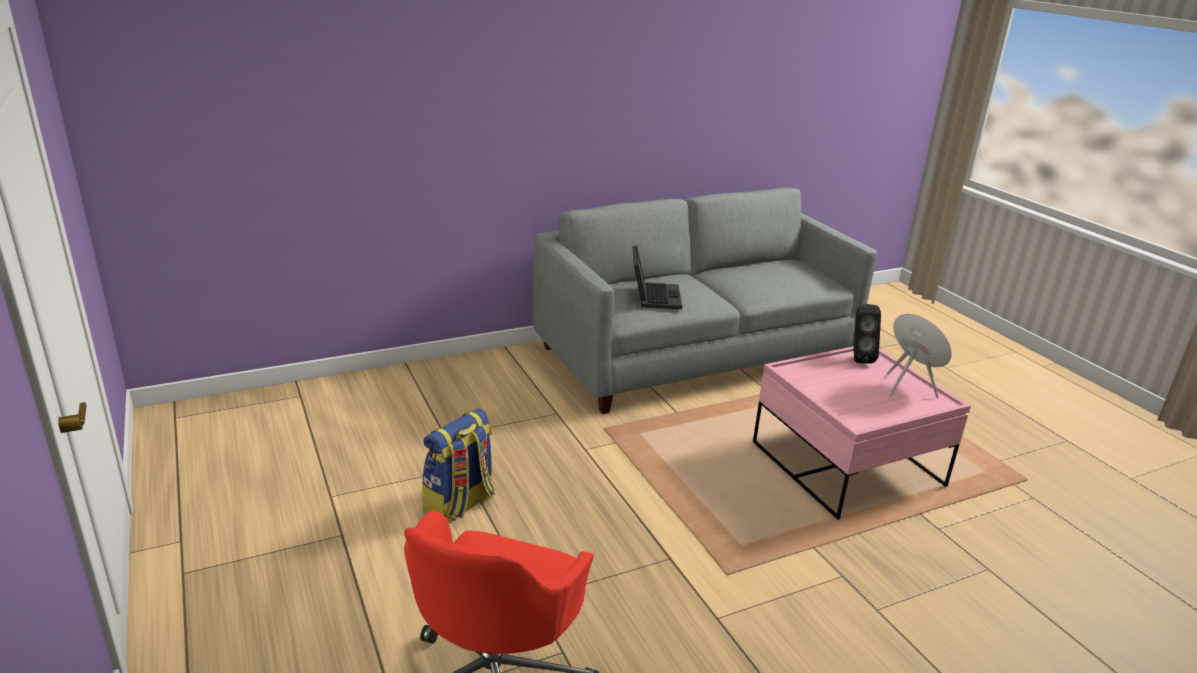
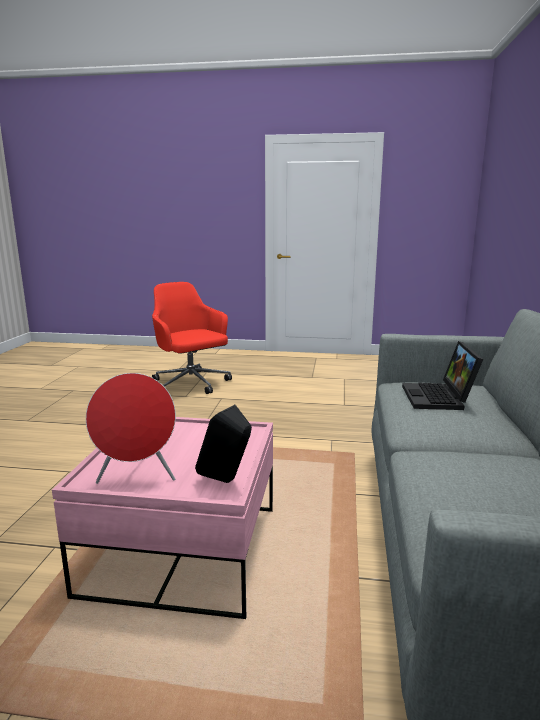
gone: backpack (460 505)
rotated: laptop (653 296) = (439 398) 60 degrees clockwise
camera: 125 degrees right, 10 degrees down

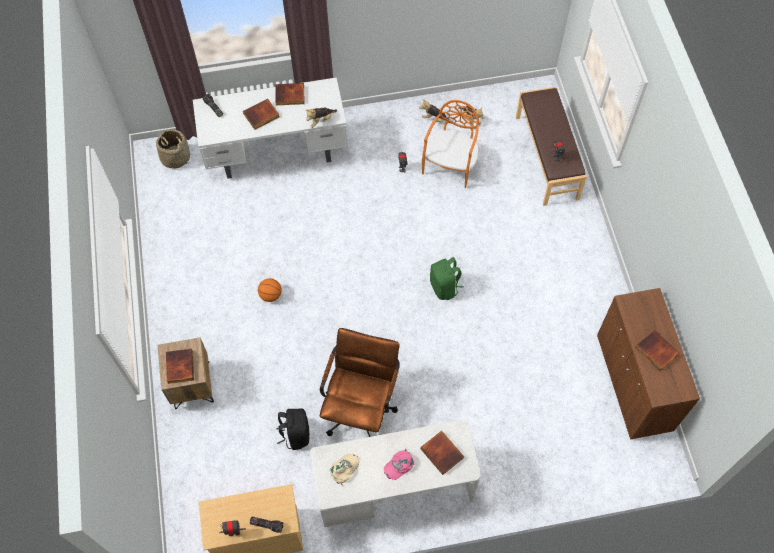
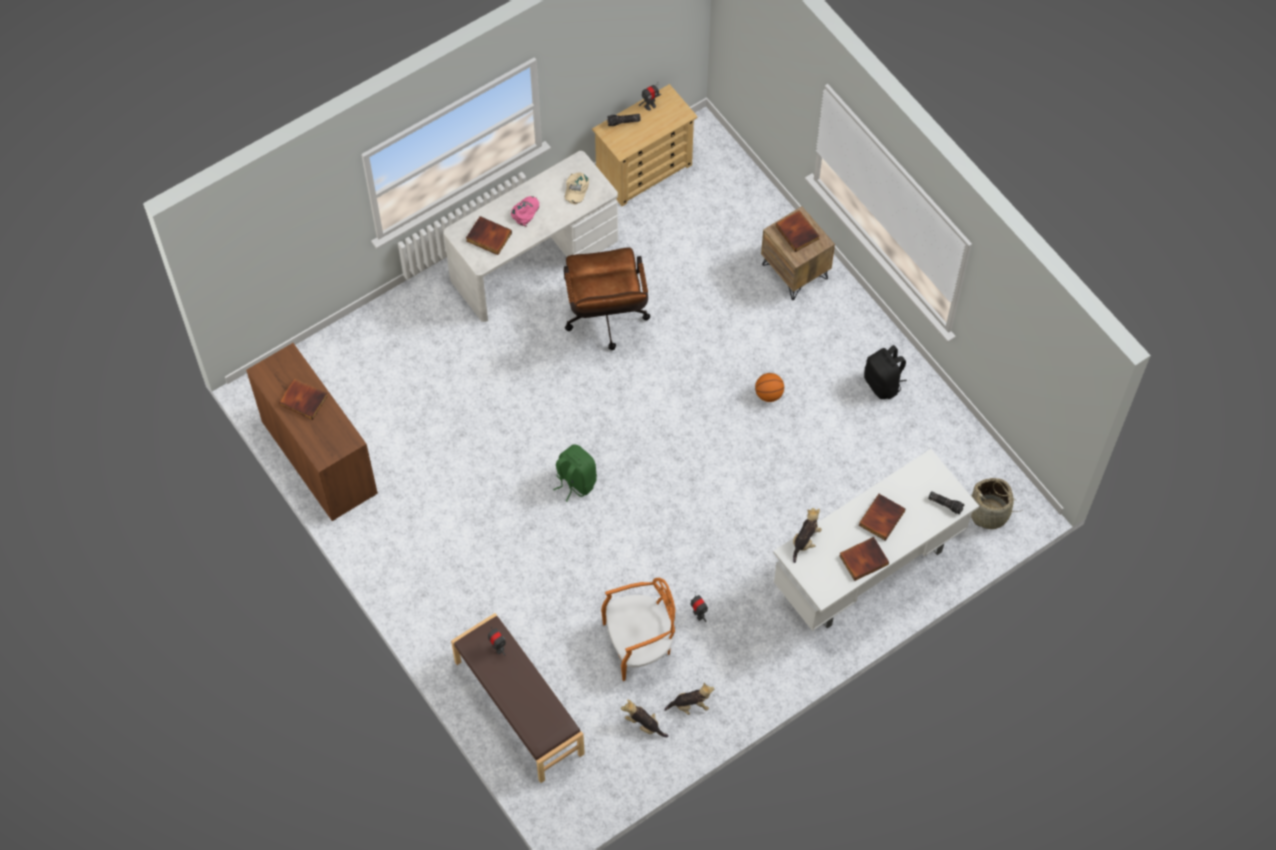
shifted: backpack (black) (295 434) to (883 384)
rotated: chair (orange) (450 165) = (639 644) 105 degrees counterclockwise
camera: 155 degrees right, 0 degrees up

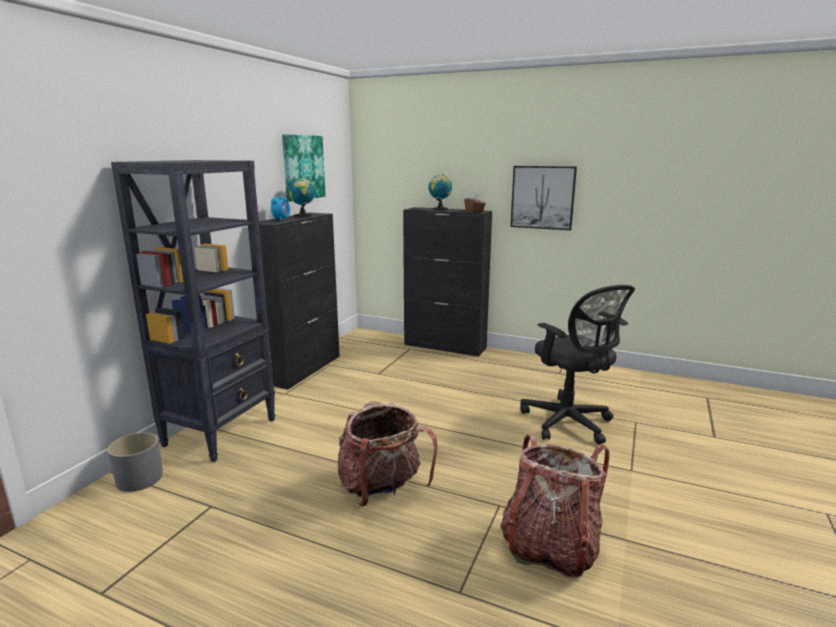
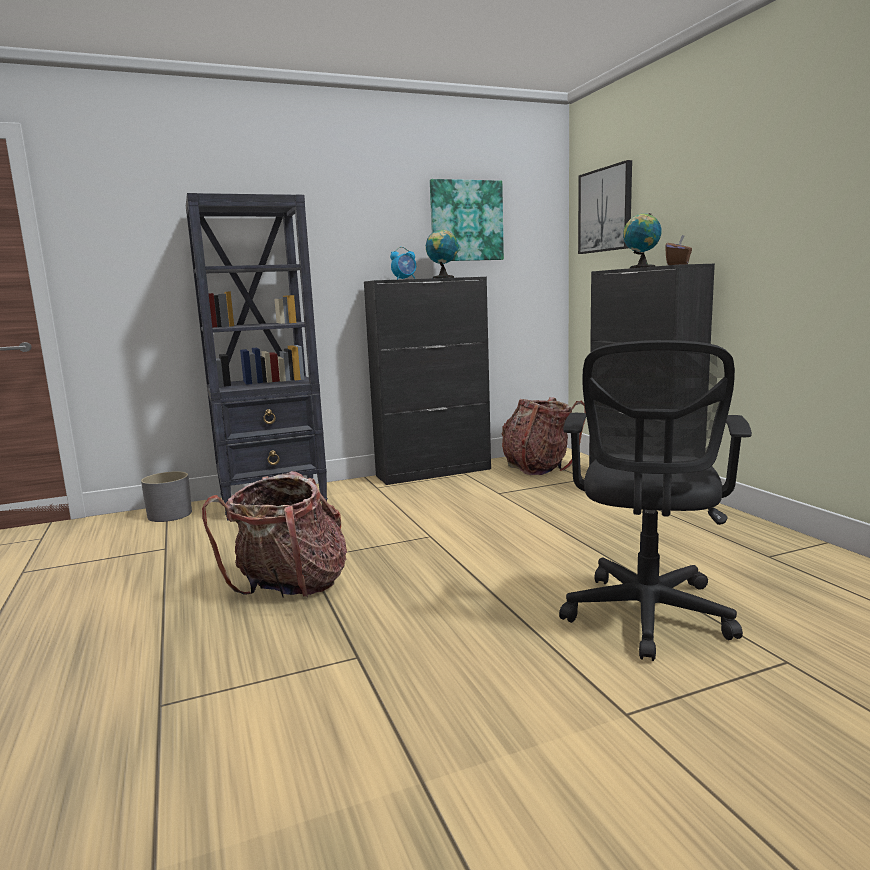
shifted: backpack (550 546) to (538 467); picture (542 197) to (605 210)
camera: 45 degrees right, 5 degrees down

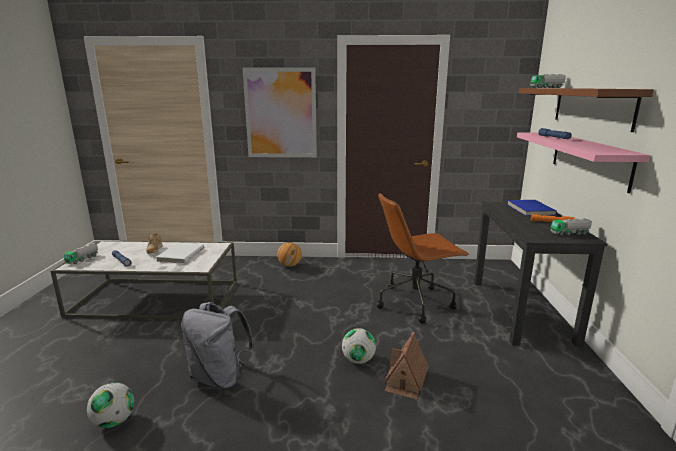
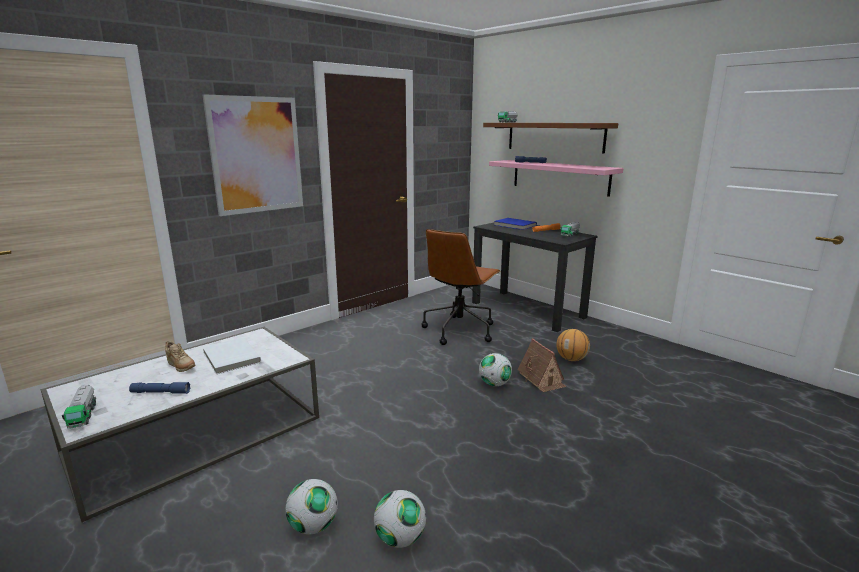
gone: backpack (grey) (219 377)
new: football (313 526)
shifted: basketball (290 265) to (571 359)
camera: 45 degrees left, 0 degrees up

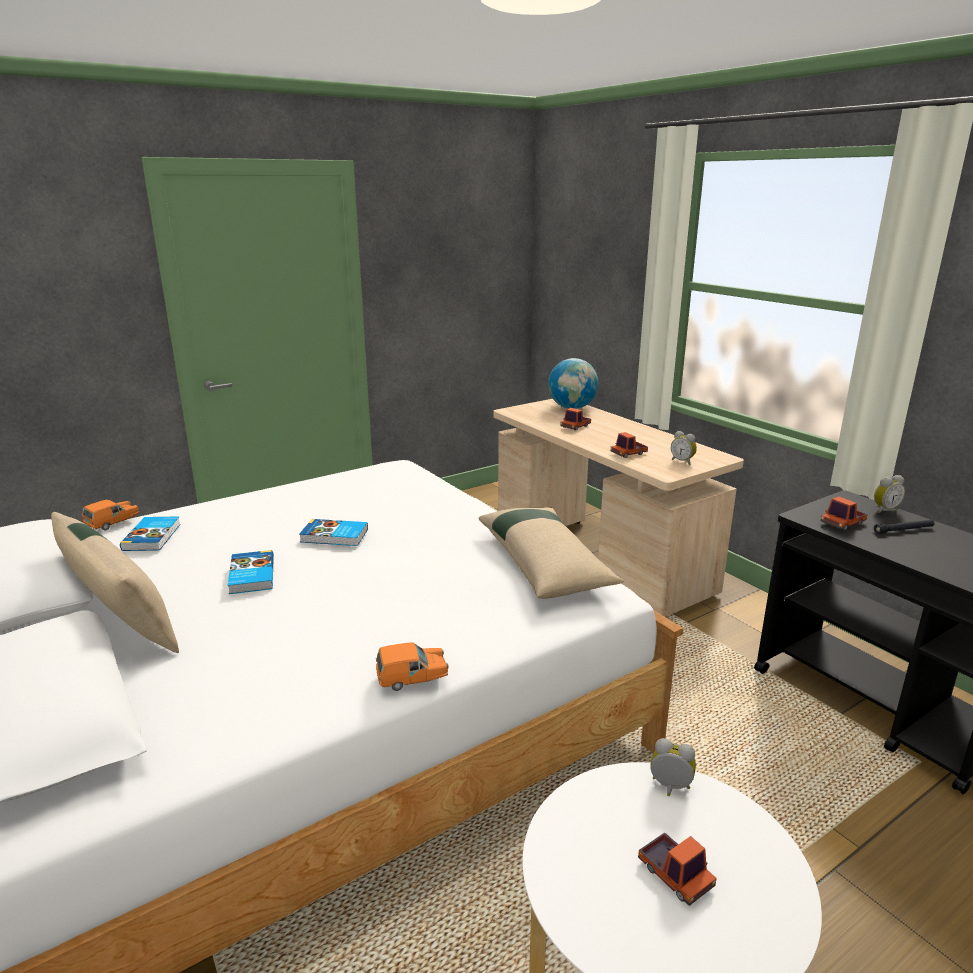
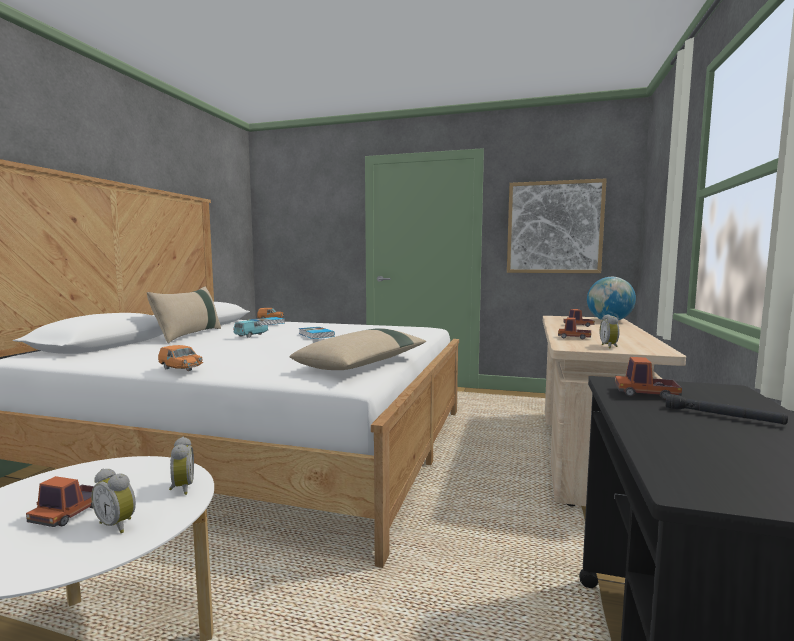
new: picture (554 227)
shifted: alarm clock (884 509) to (118 524)
swapped: book (250 576) to toy car (turquoise) (251 336)
camera: 50 degrees right, 15 degrees down

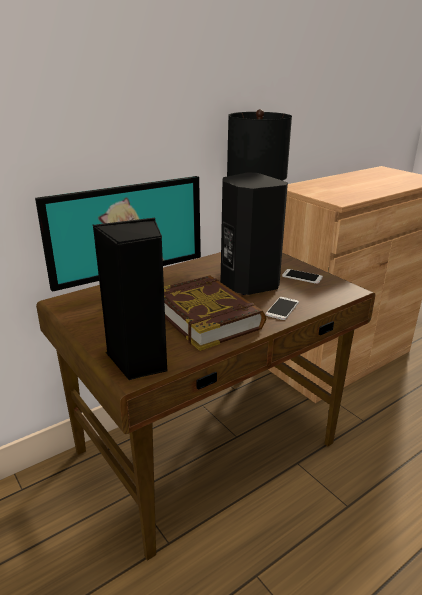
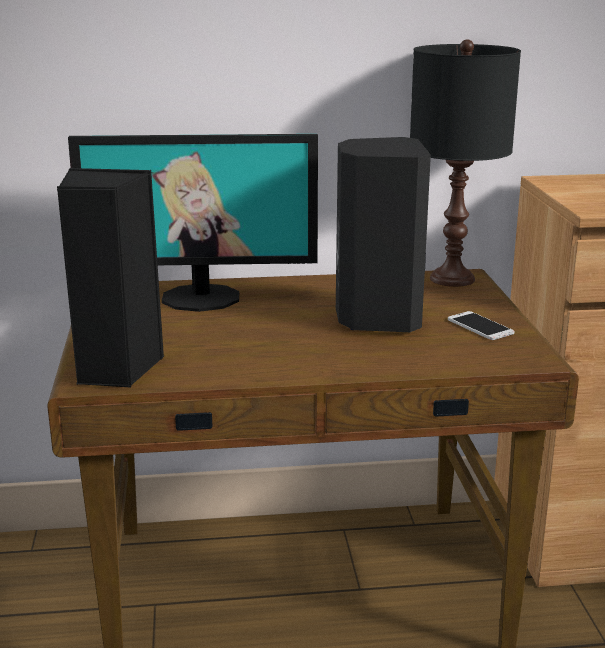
gone: book (207 317); phone (282 308)
camera: 30 degrees right, 5 degrees down

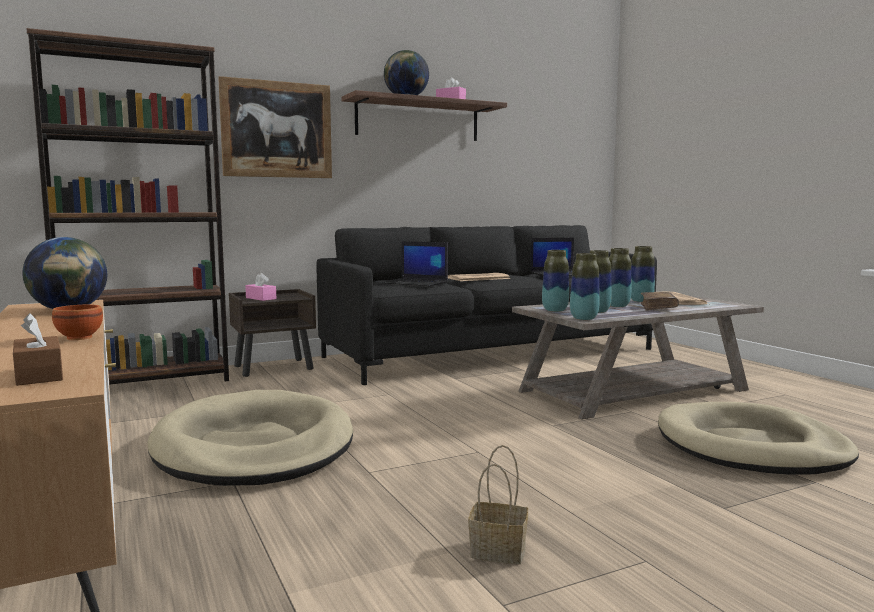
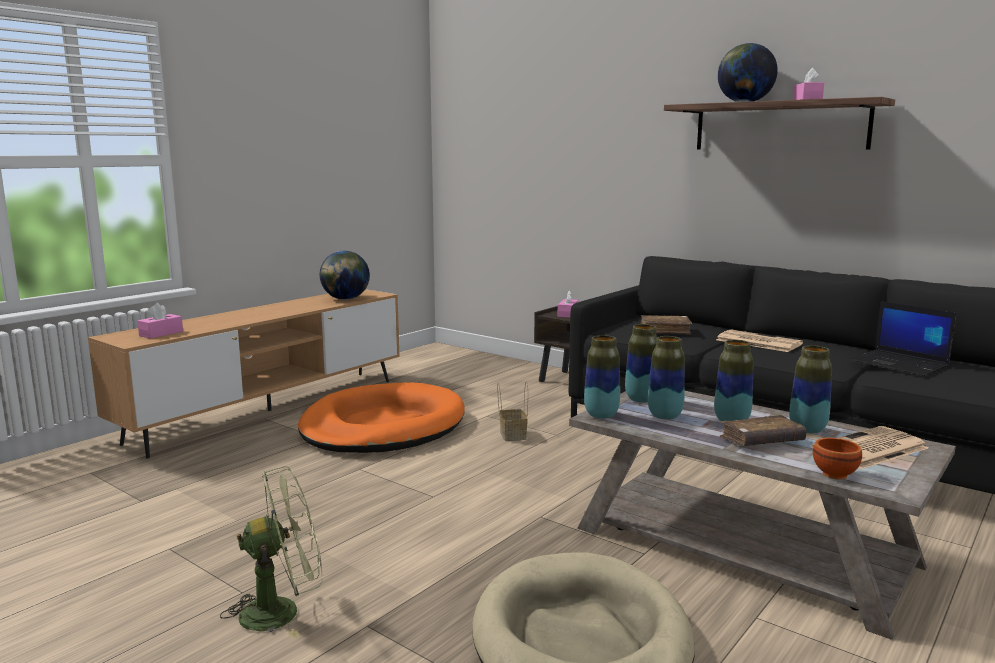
gone: bookcase (brown) (147 382); picture (277 129)
new: fan (green) (282 611)
shifted: bowl (brown) (80 338) to (835 475); basket (496 551) to (512 435)
swapped: laptop (416 283) to book (brown) (665 331)
repainted: tissue box (brown) (39 375) to tissue box (pink) (161 333); dog bed (beige) (254 447) to dog bed (orange) (383 426)
camera: 65 degrees right, 5 degrees up

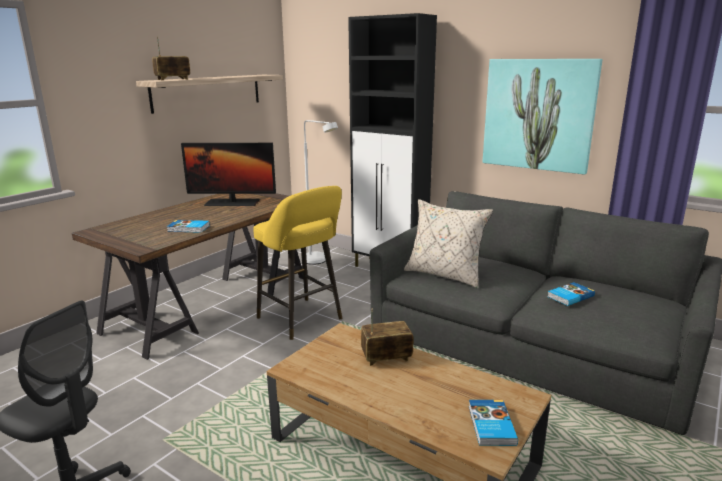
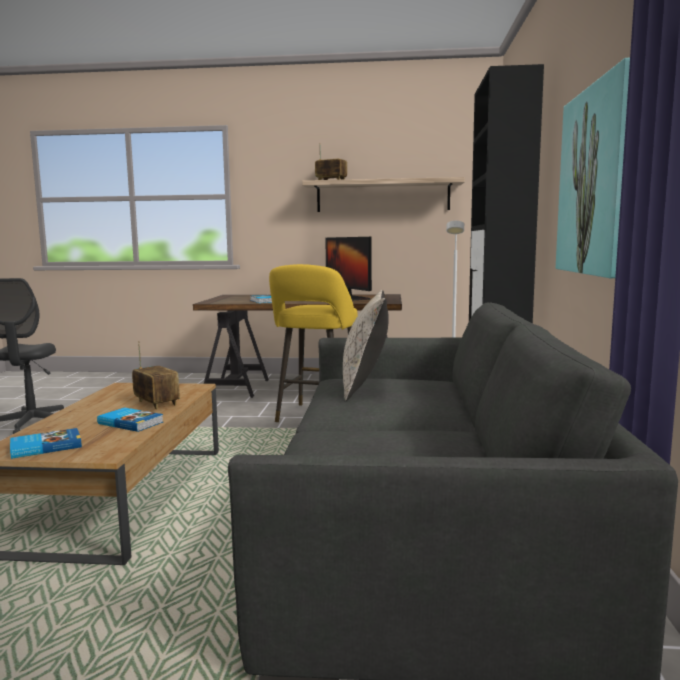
shifted: book (569 296) to (131 422)
camera: 60 degrees right, 10 degrees down

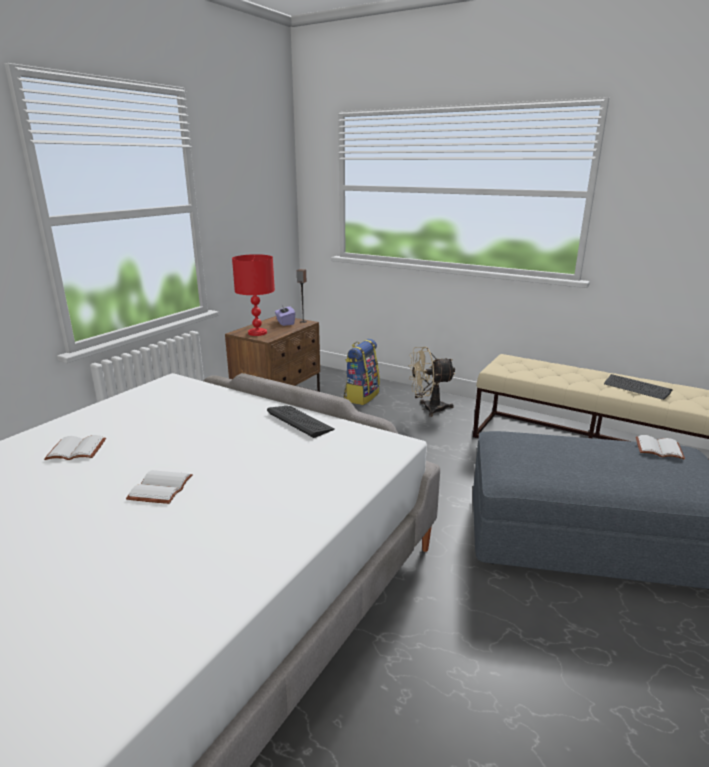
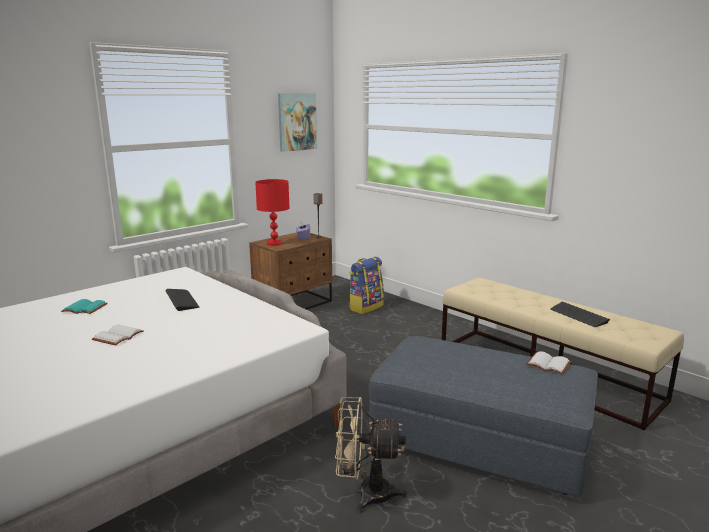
new: picture (297 122)
shifted: keyboard (300 421) to (182 300); fan (beige) (428 409) to (366 493)
repainted: book (white) (75 451) to book (turquoise) (83 309)
camera: 15 degrees right, 5 degrees down

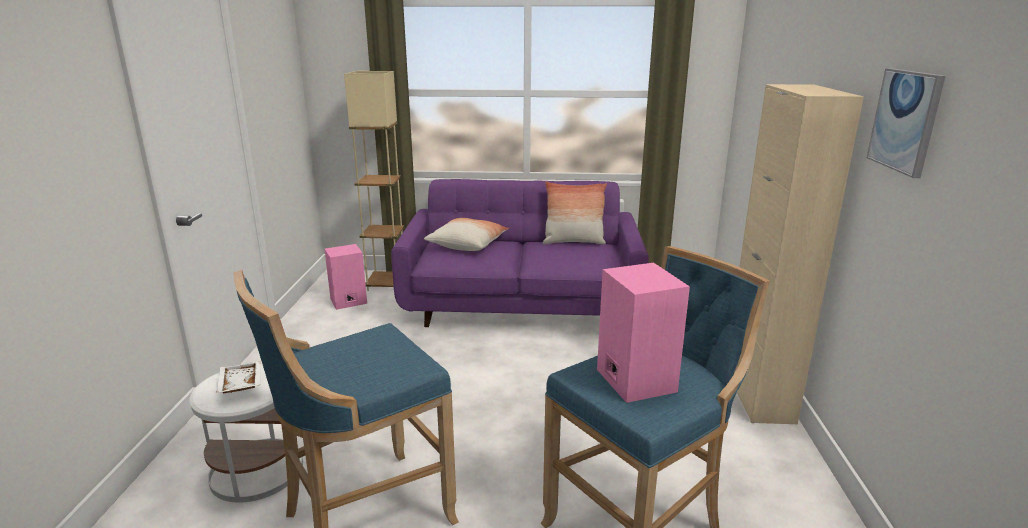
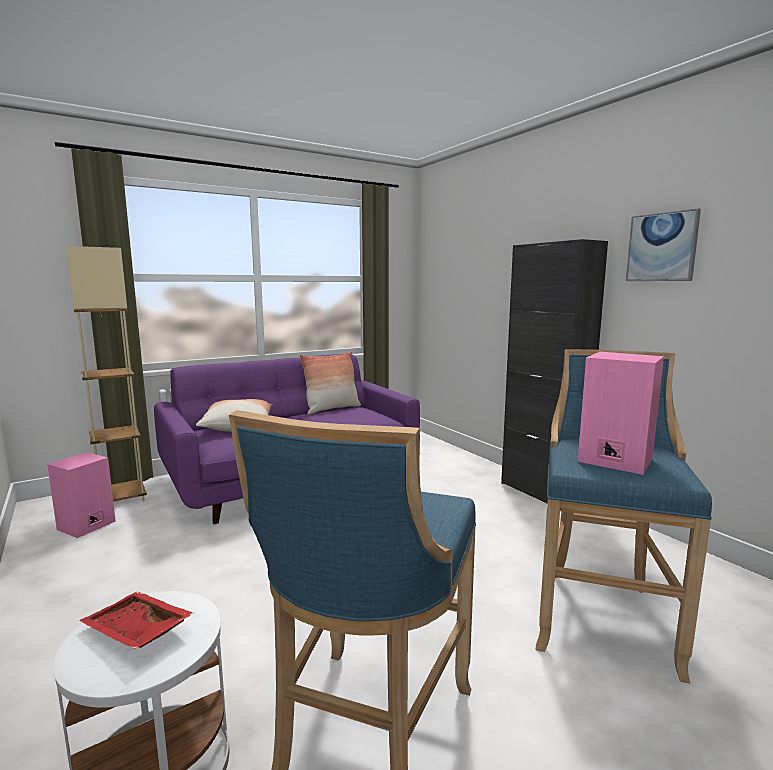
repainted: tray (white) (239 385) to tray (red) (135 632); cabinet (beige) (758 395) to cabinet (black) (541 492)
camera: 35 degrees left, 10 degrees down

